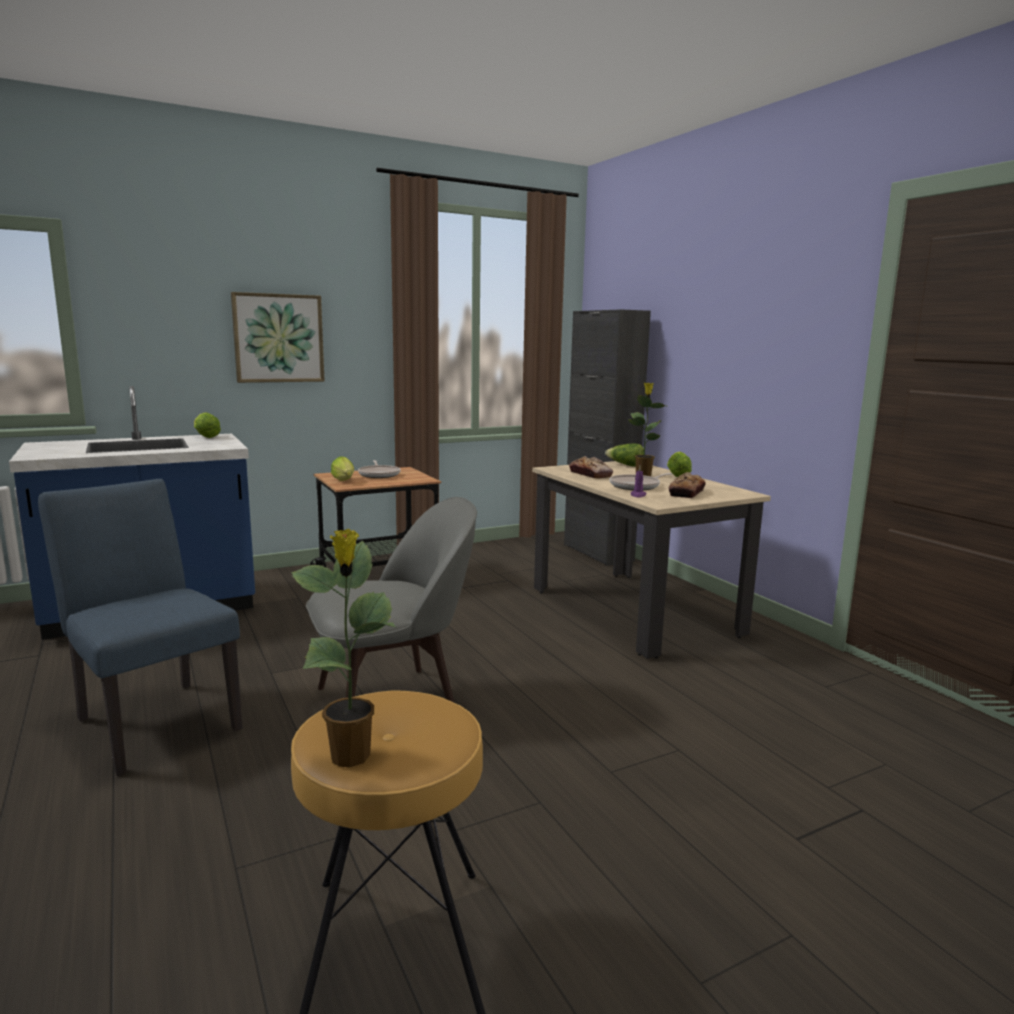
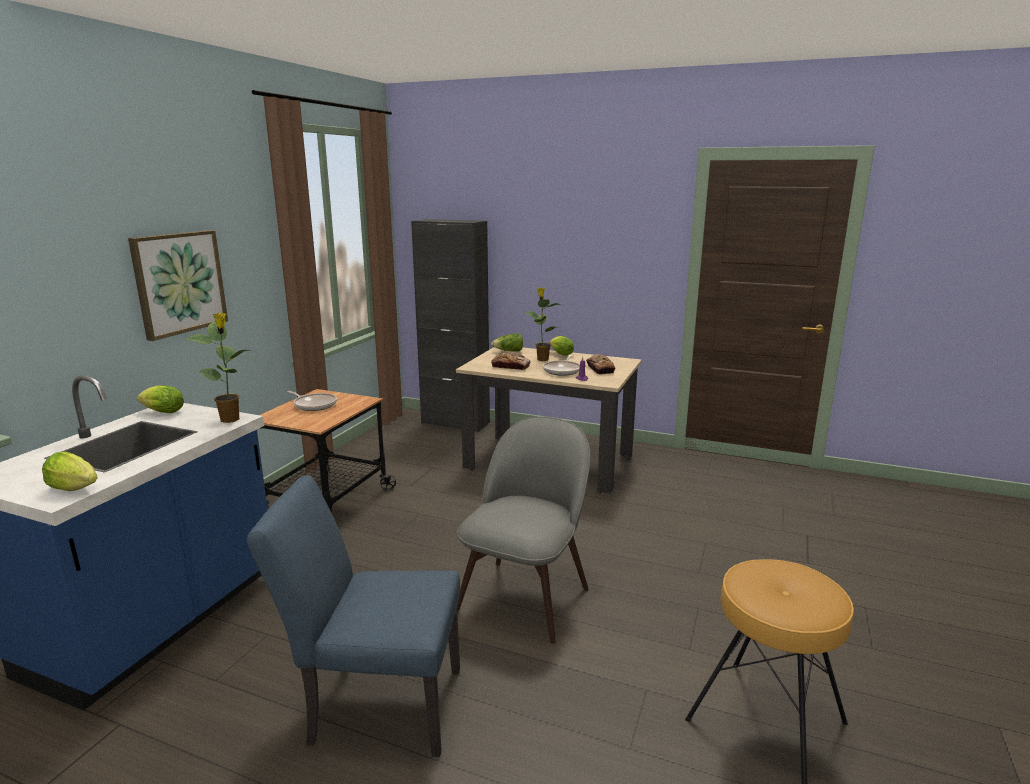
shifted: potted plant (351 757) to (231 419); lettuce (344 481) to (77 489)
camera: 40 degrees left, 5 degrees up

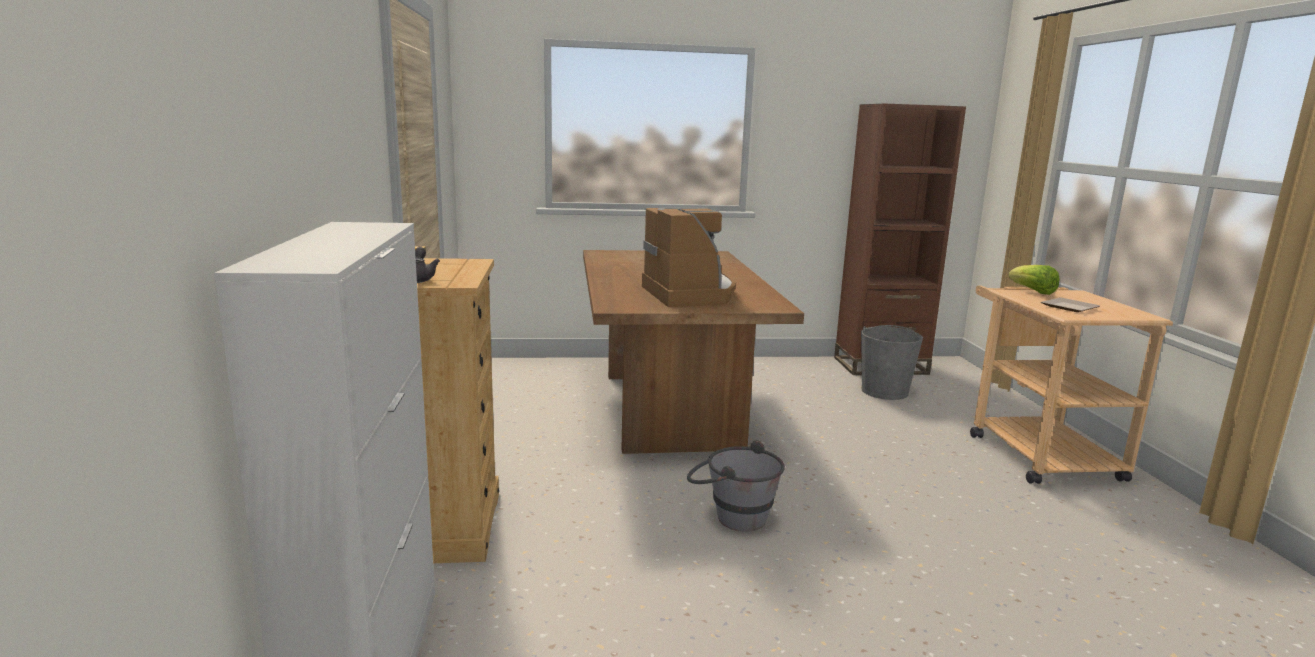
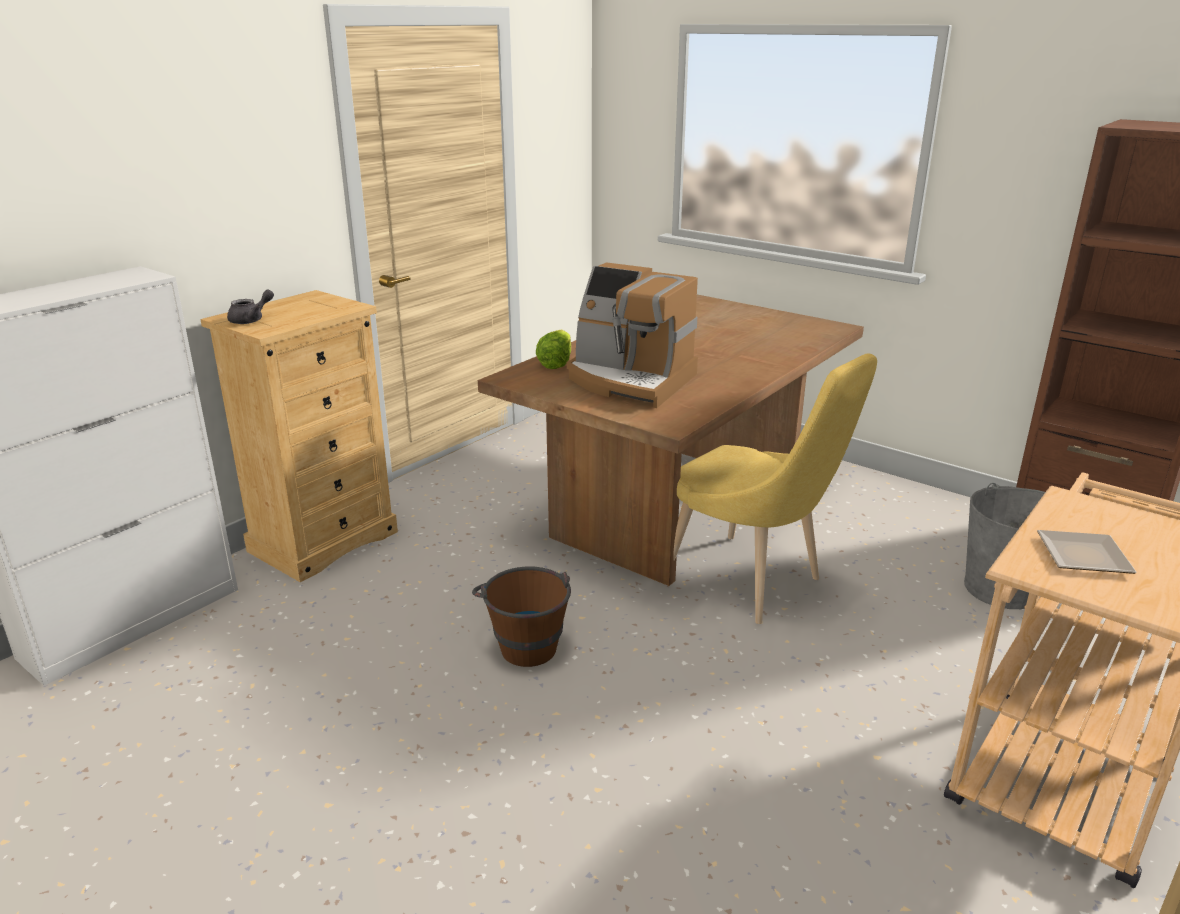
new: chair (yellow) (751 583)
shifted: lettuce (1033 292) to (556 363)
repainted: bucket (grey) (731 516) to bucket (brown) (525 642)
rotated: coffee machine (691 294) = (630 381) 90 degrees clockwise
camera: 45 degrees right, 10 degrees up

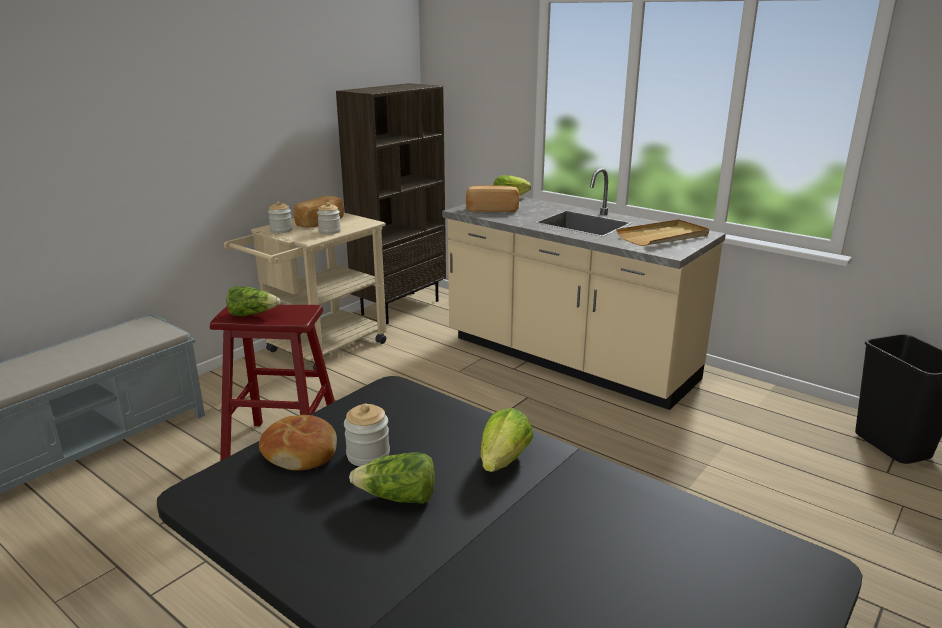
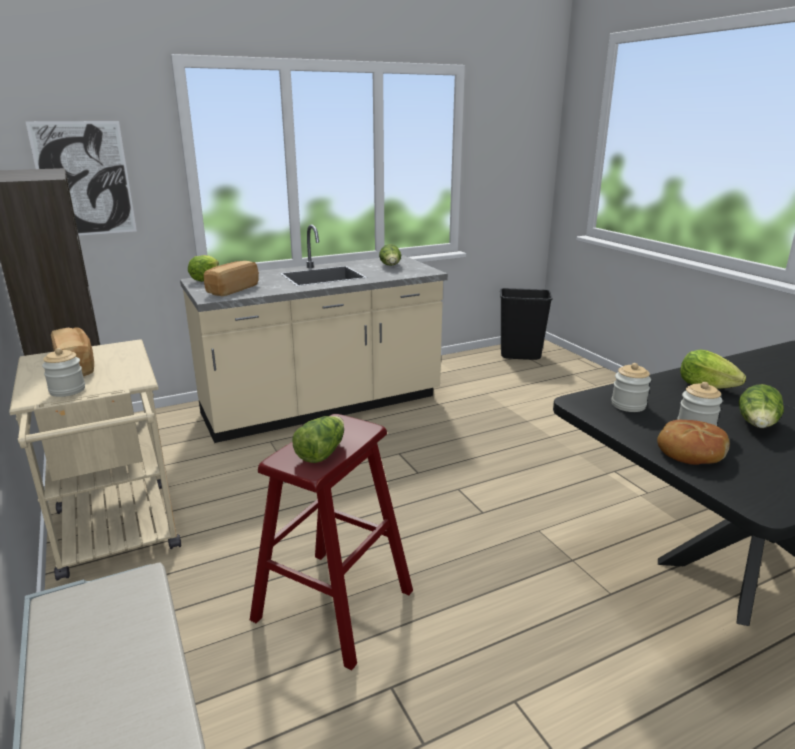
new: picture (84 179)
shifted: jar (329 231) to (628 405)
swapped: tray (beige) (663 236) to lettuce (391 266)
camera: 65 degrees left, 0 degrees up

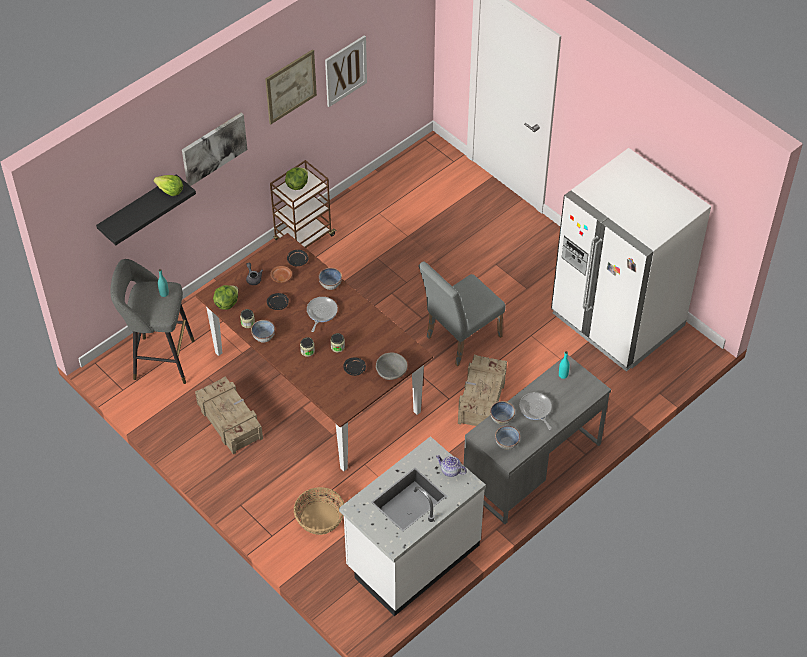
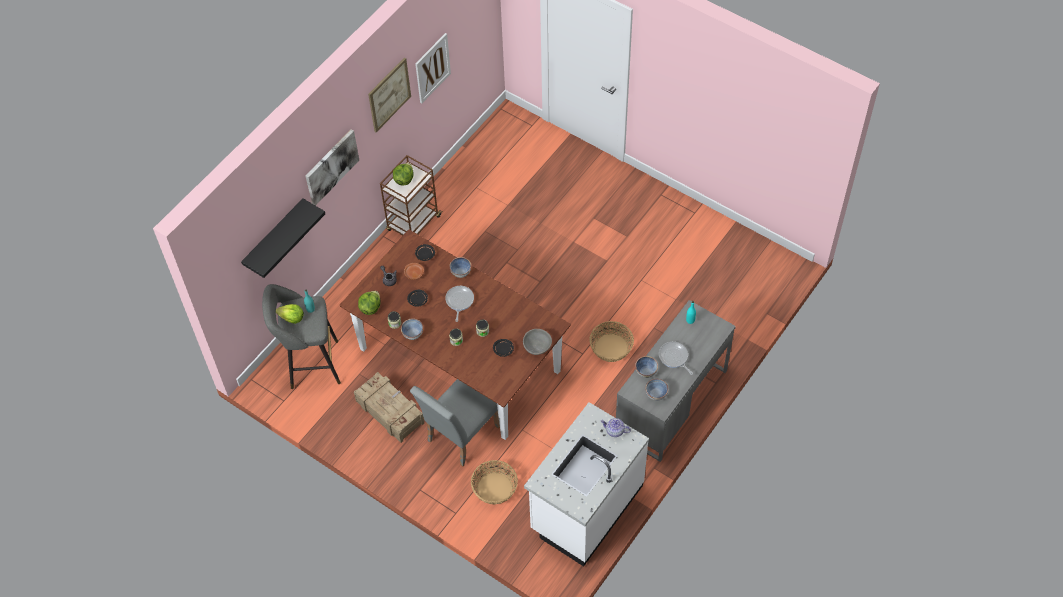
gone: fridge (white) (617 320)
shifted: lettuce (170 191) to (292 318); chair (grey) (459 339) to (459 437)
swapped: crate (481 398) to basket (611 348)
camera: 10 degrees left, 5 degrees up

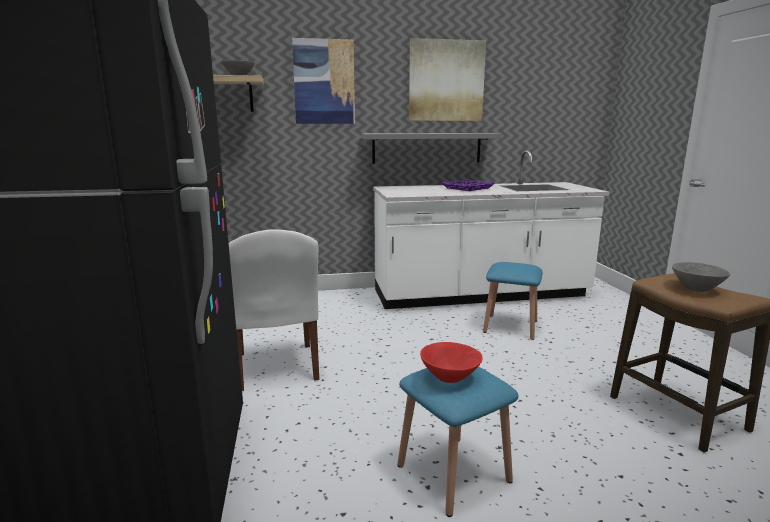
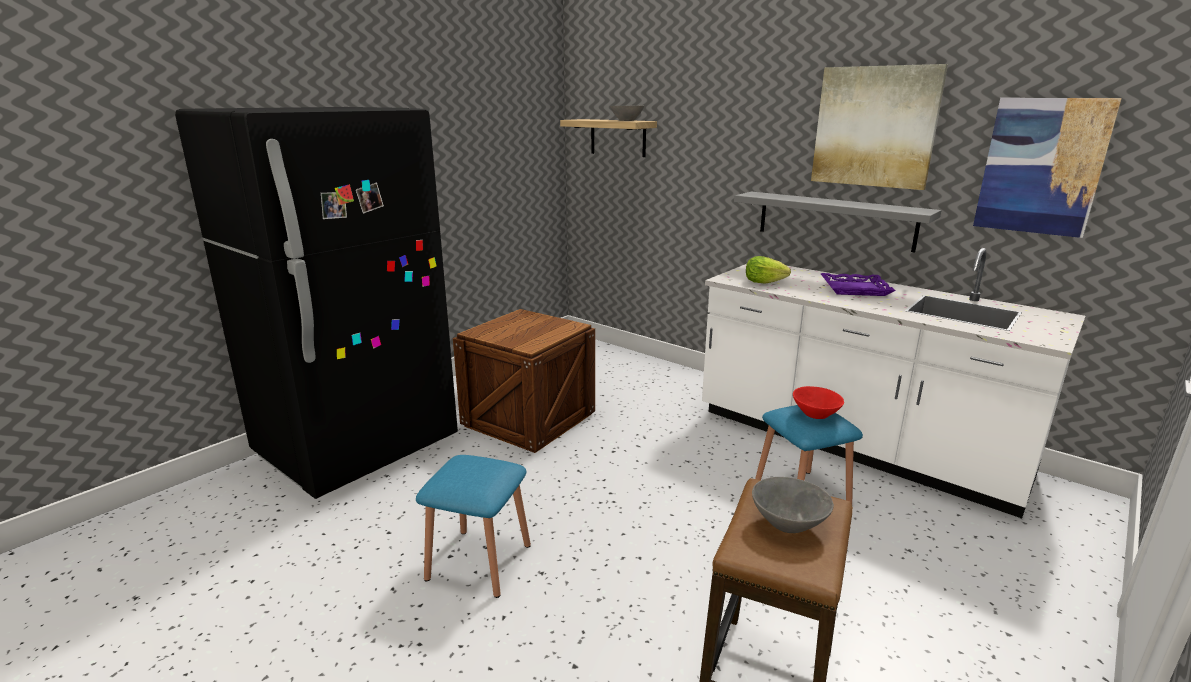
new: lettuce (763 282)
shifted: picture (324 82) to (1041 166); bowl (red) (450 377) to (815 415)
swapped: chair (white) (277 368) to crate (528 420)
camera: 50 degrees right, 5 degrees up

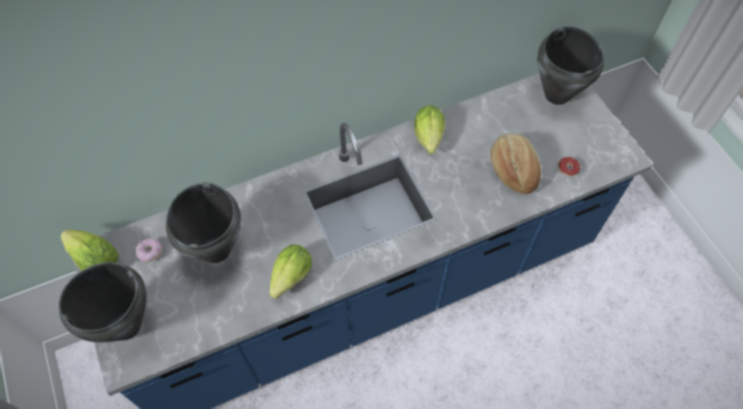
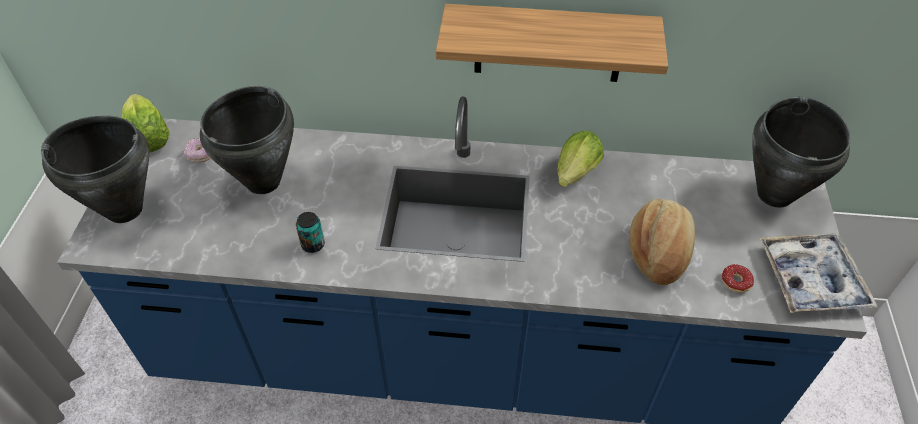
new: shelf (548 43); tray (811 279)
swapped: lettuce (289 279) to can (313 244)
camera: 30 degrees right, 10 degrees down

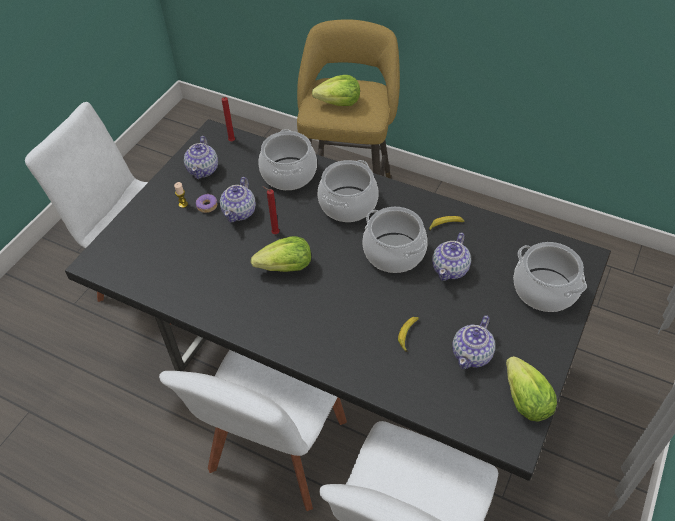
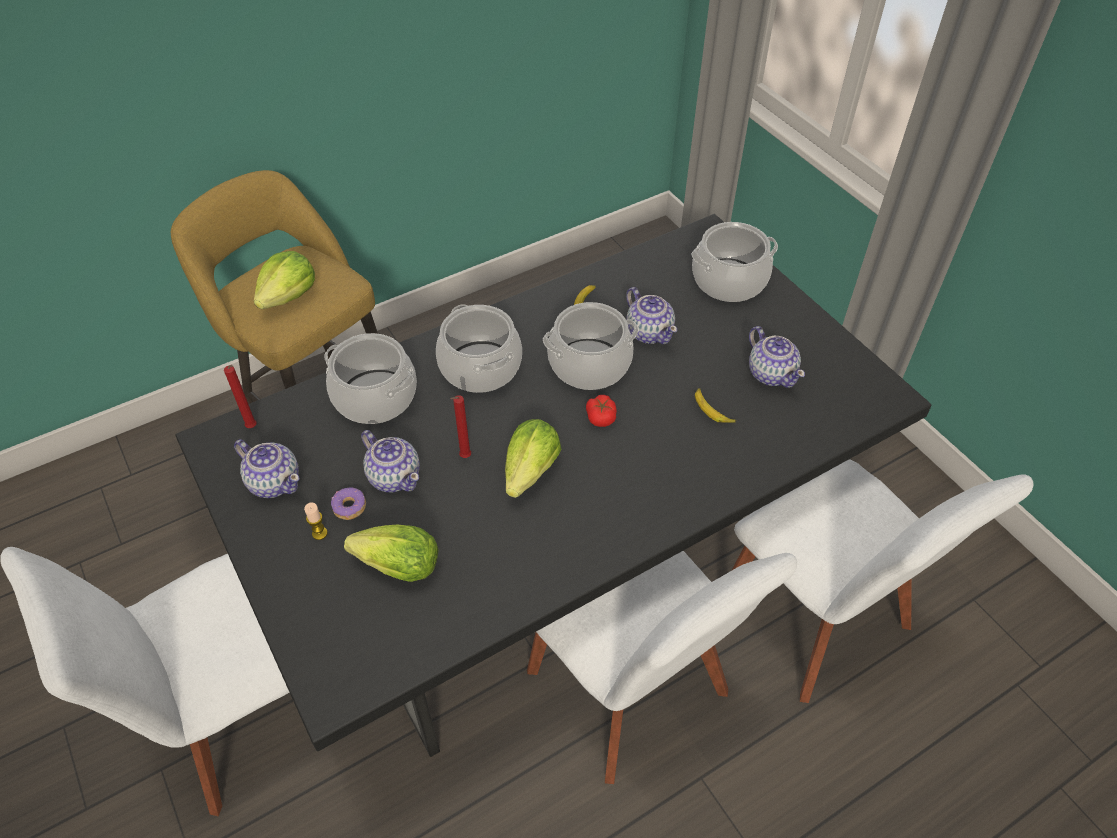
new: tomato (601 417)
shifted: lettuce (525 401) to (399 567)
camera: 60 degrees left, 0 degrees up

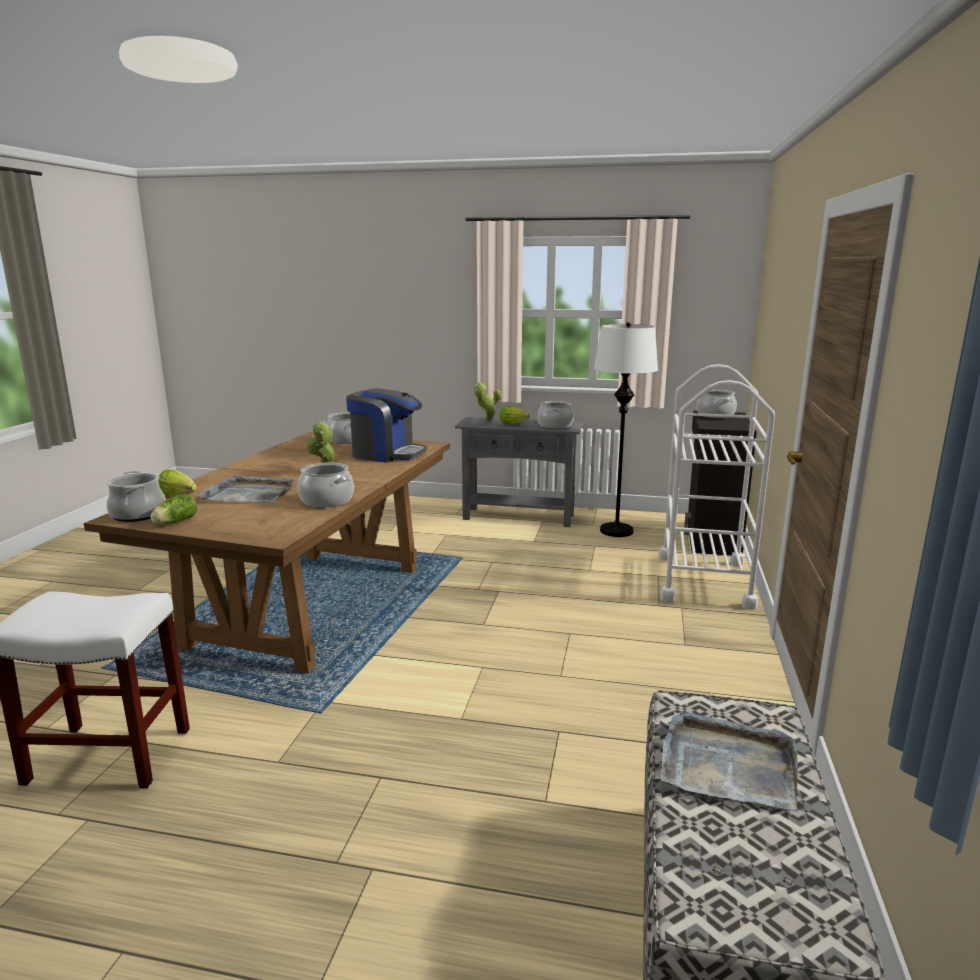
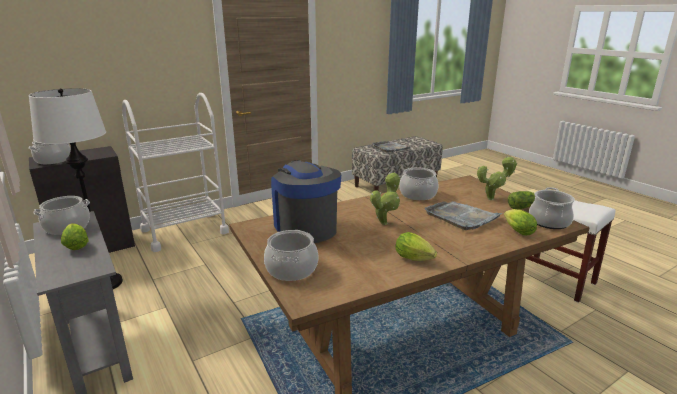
new: lettuce (416 259)
shifted: potted plant (487 420) to (493 199)
camera: 135 degrees left, 5 degrees up

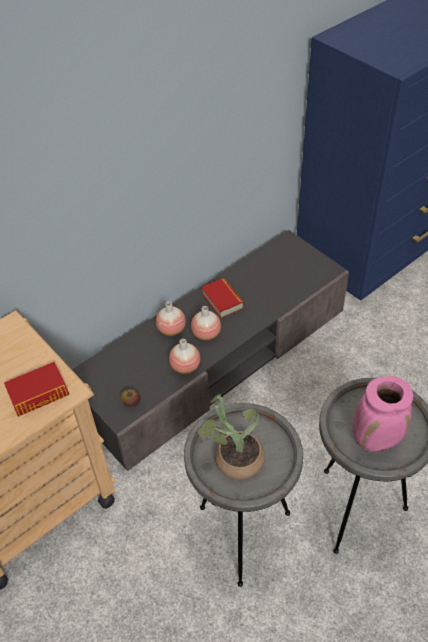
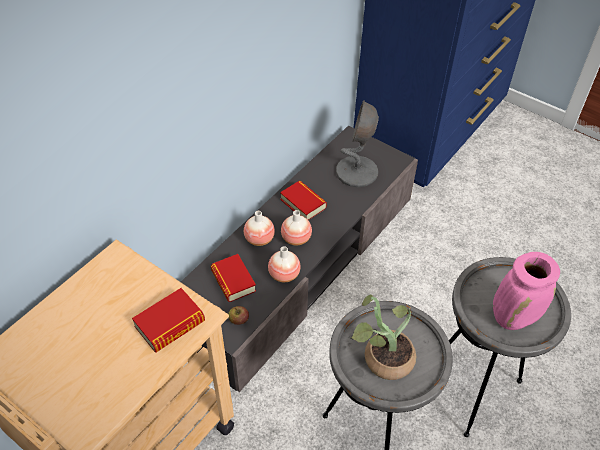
new: book (233 281); table lamp (grey) (357 172)
camera: 15 degrees left, 0 degrees up

